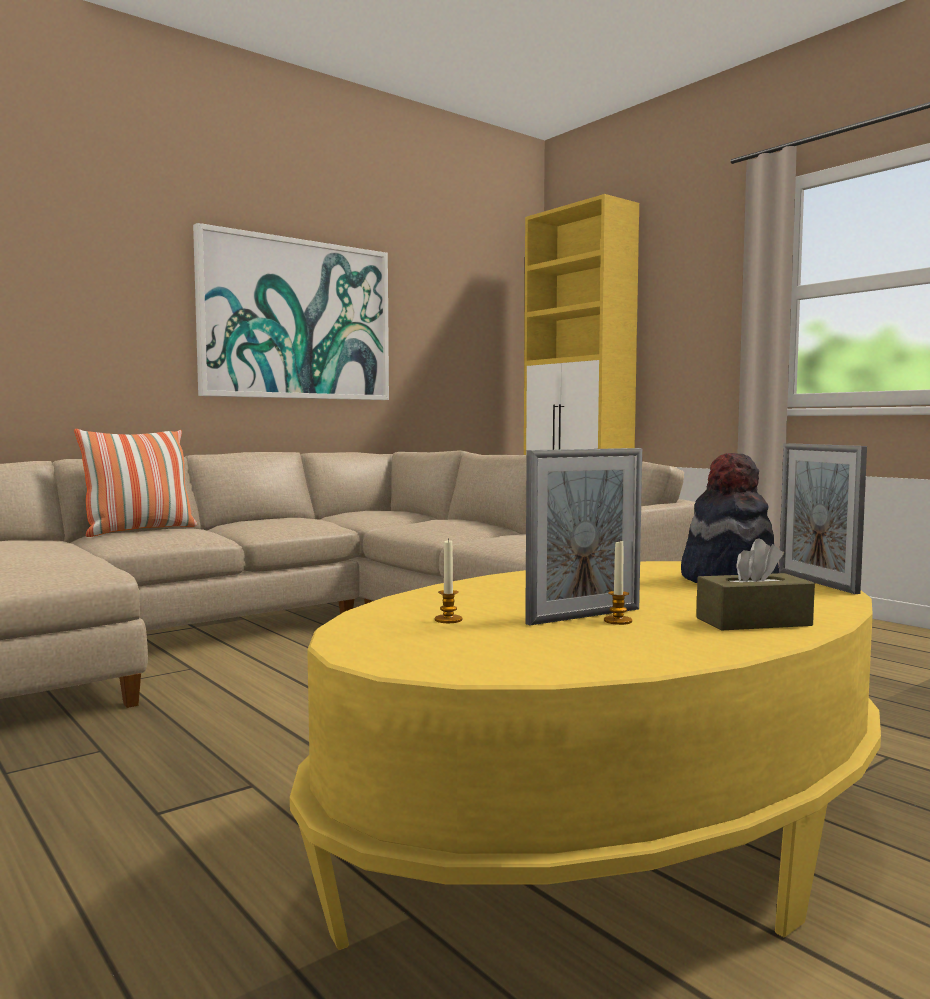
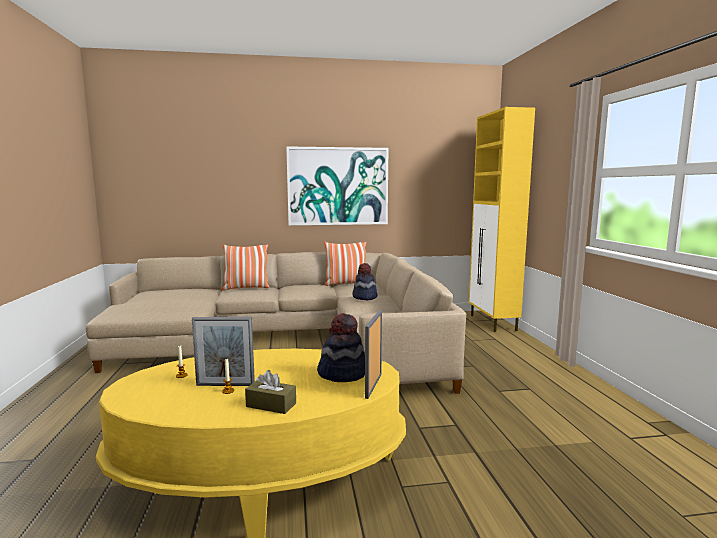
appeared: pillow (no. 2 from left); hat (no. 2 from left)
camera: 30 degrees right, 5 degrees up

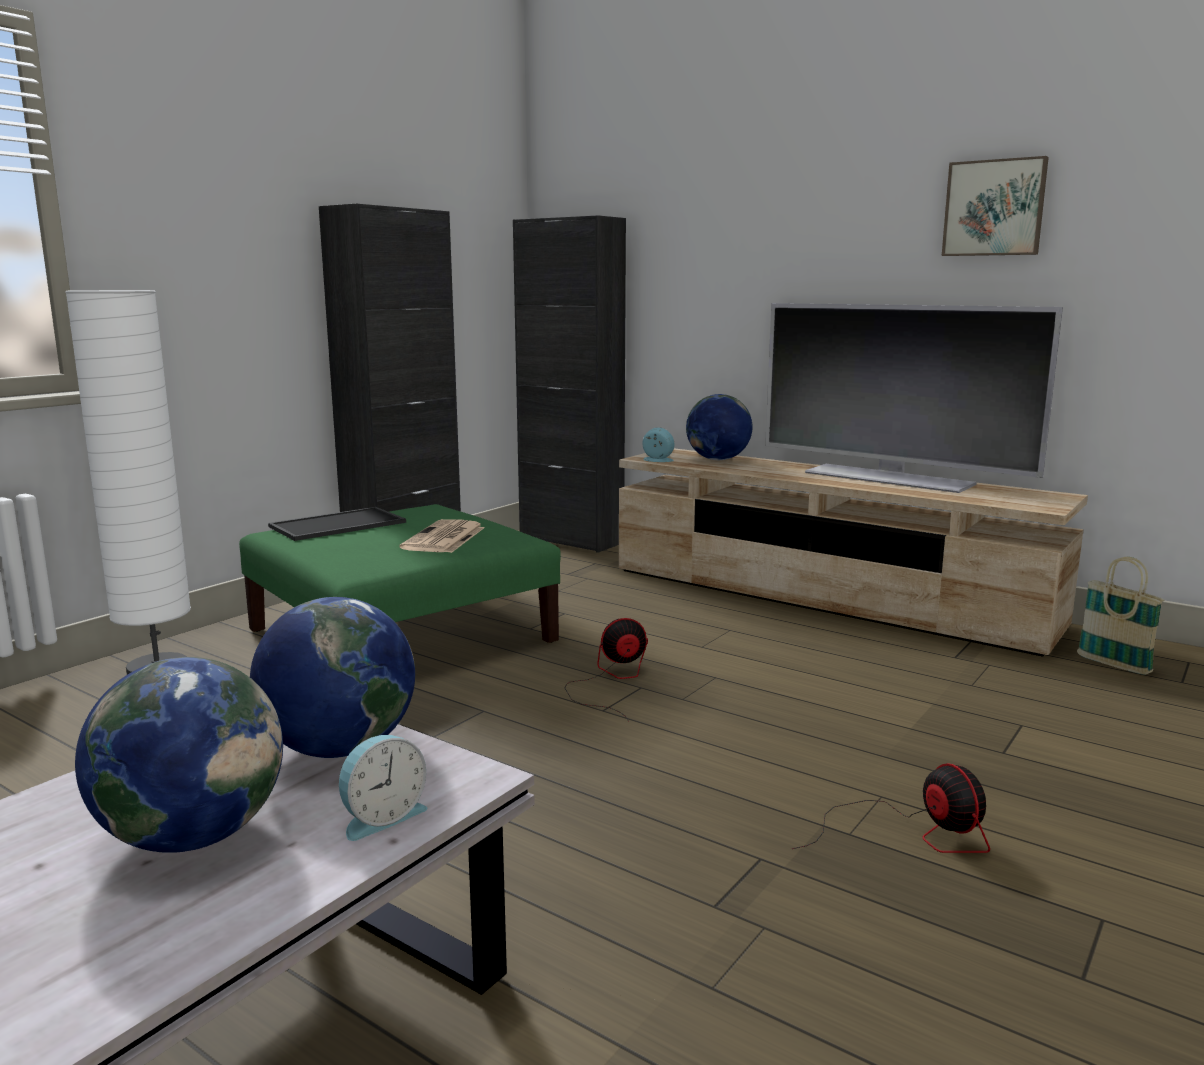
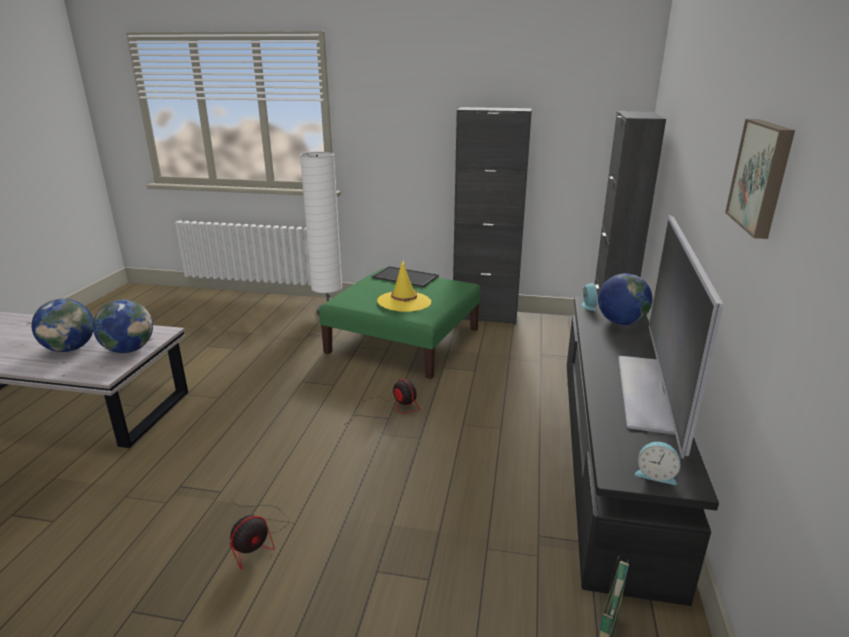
relocated: alarm clock (no. 1 from left in the first image) to alarm clock (no. 2 from left)
exchanged: newspaper to yellow hat
colour: beige tv stand to black tv stand
camera: 65 degrees right, 10 degrees up

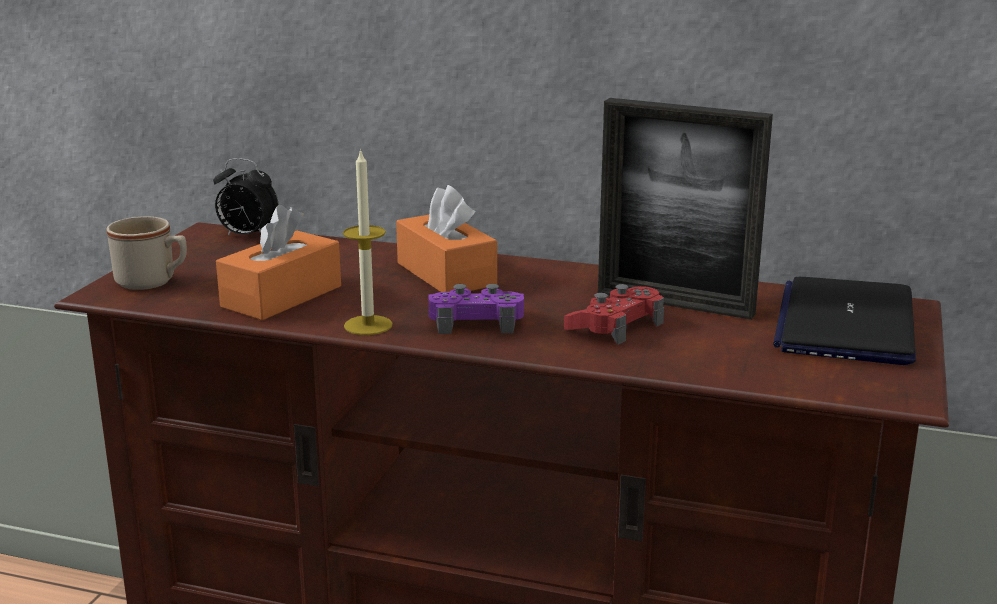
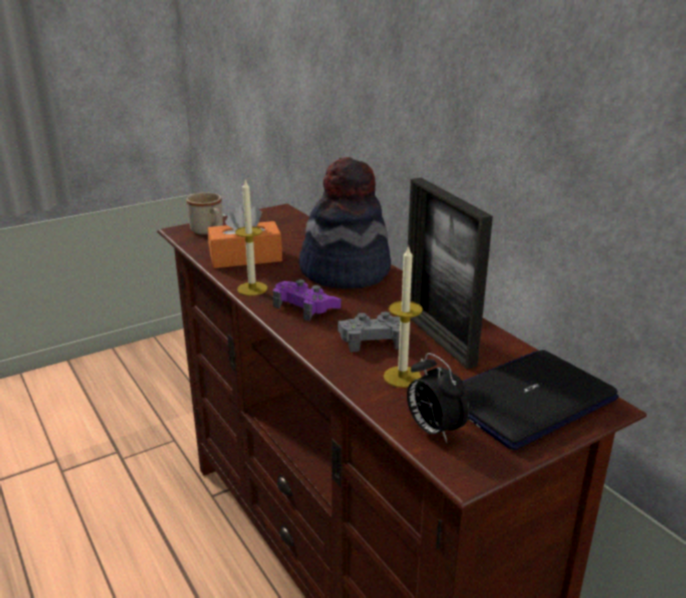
appeared: candle (no. 2 from left)
relocated: alarm clock
exchanged: orange tissue box (no. 2 from left) to hat
colour: red game controller to grey game controller
camera: 40 degrees right, 5 degrees up

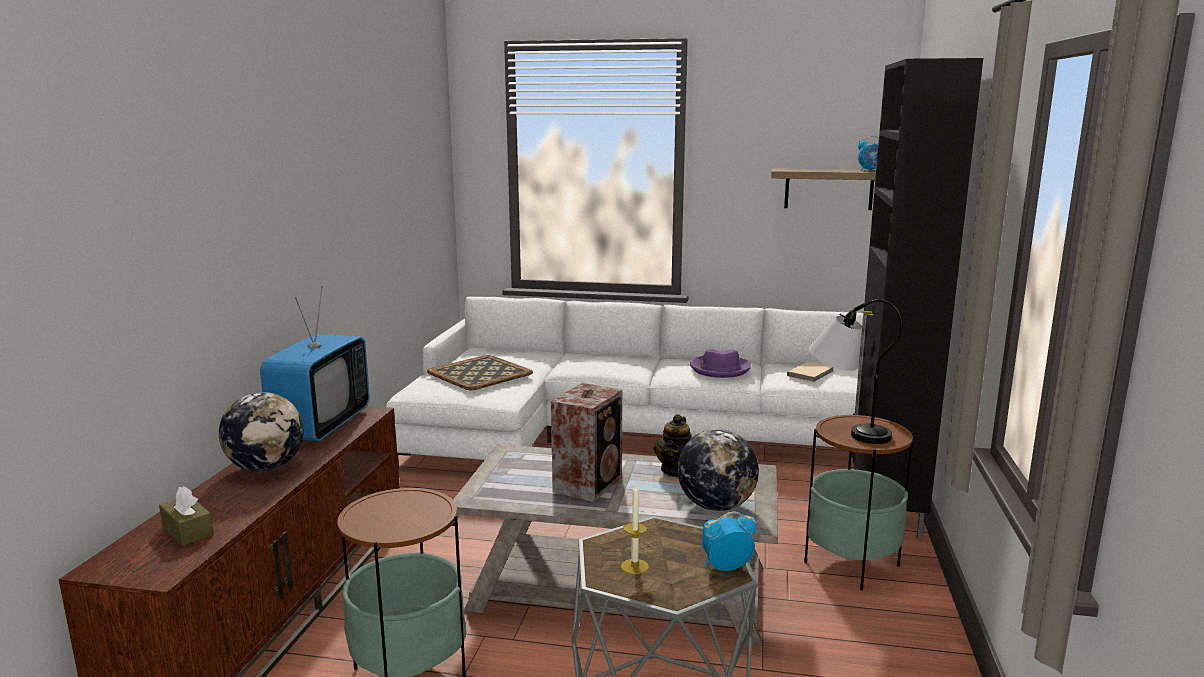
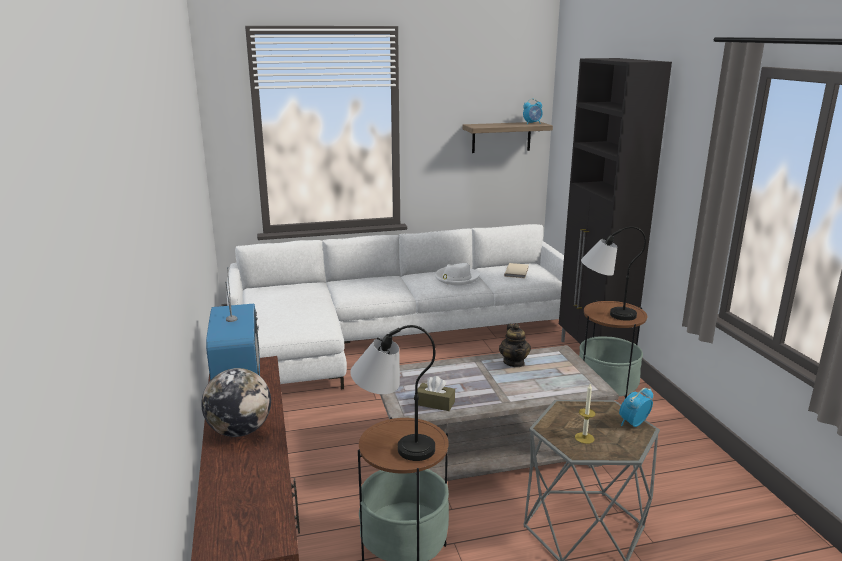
missing: tray; speaker; globe (no. 2 from left)
appeared: table lamp (no. 1 from left)
relocated: brown tissue box
colour: purple hat to white hat
camera: 25 degrees left, 5 degrees up

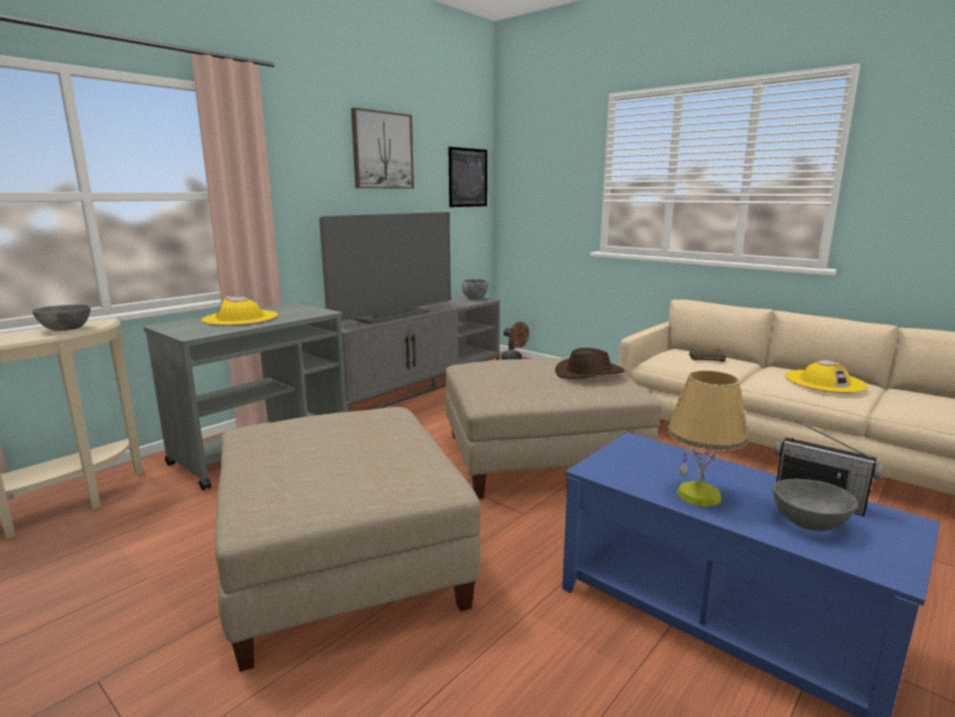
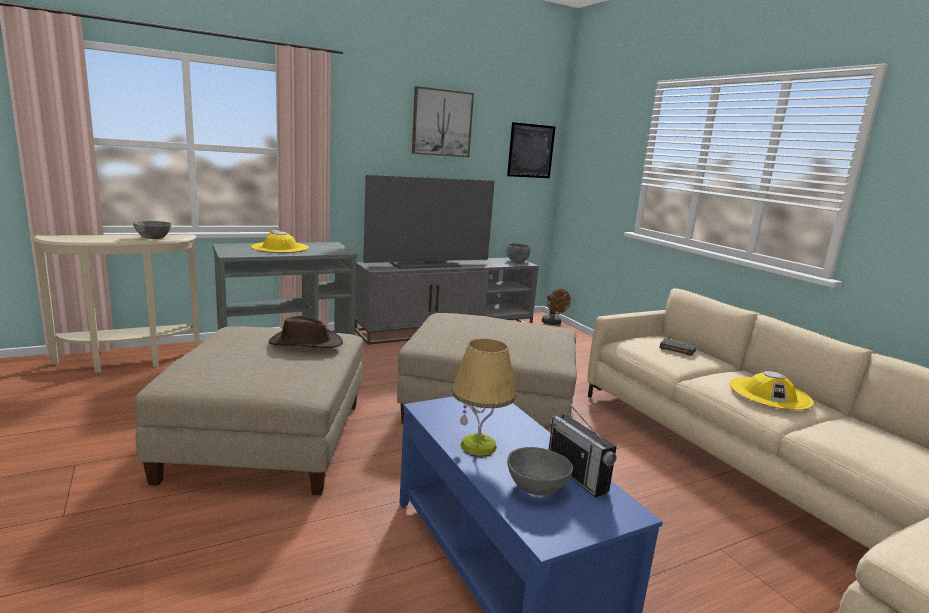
relocated: brown hat
camera: 20 degrees right, 0 degrees up

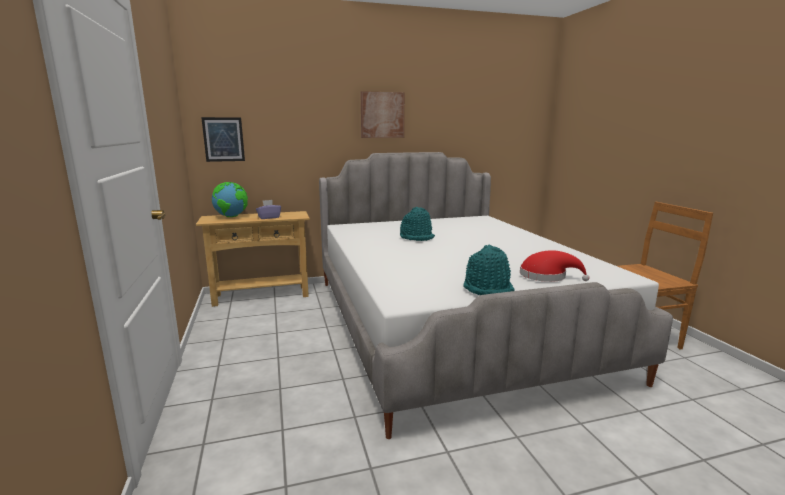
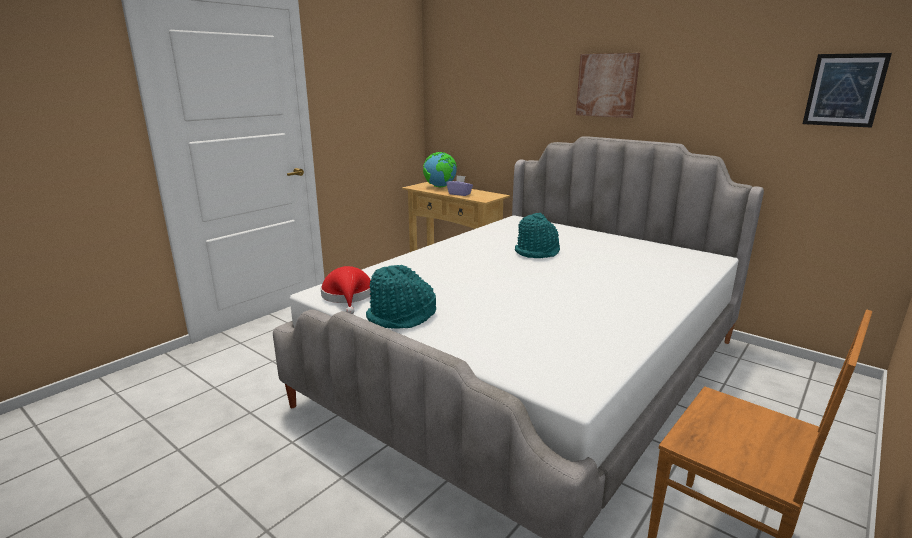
relocated: picture (no. 1 from left in the first image) to picture (no. 2 from left); red hat
camera: 55 degrees right, 5 degrees up

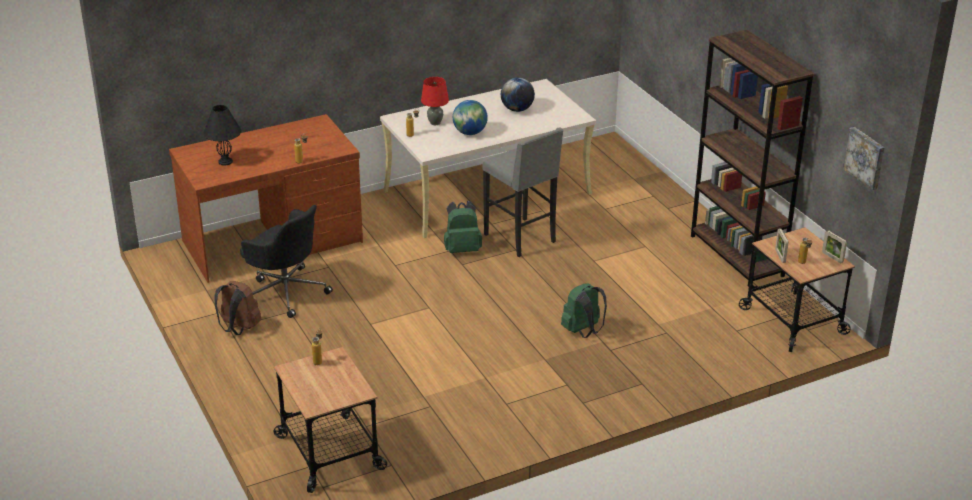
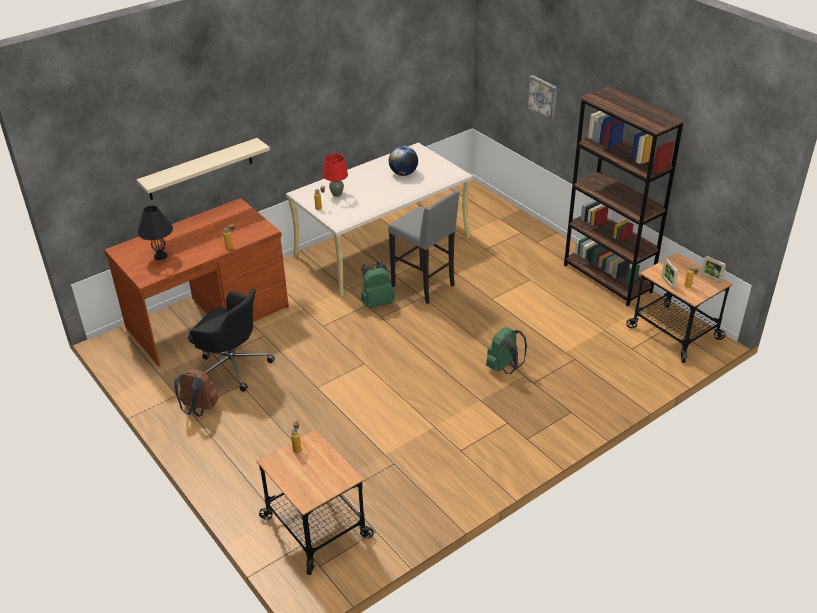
missing: globe (no. 1 from left)
appeared: beige shelf
relocated: picture
camera: 10 degrees left, 5 degrees up

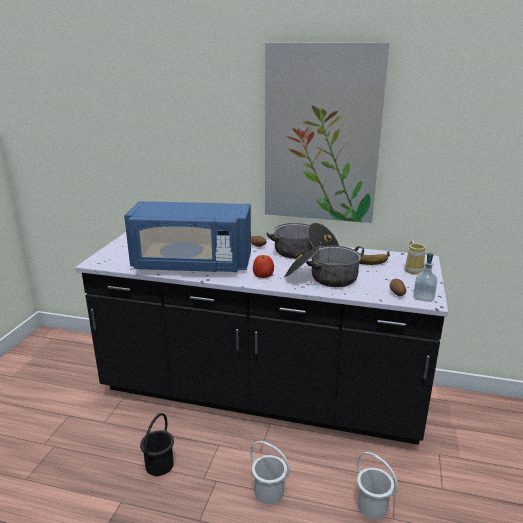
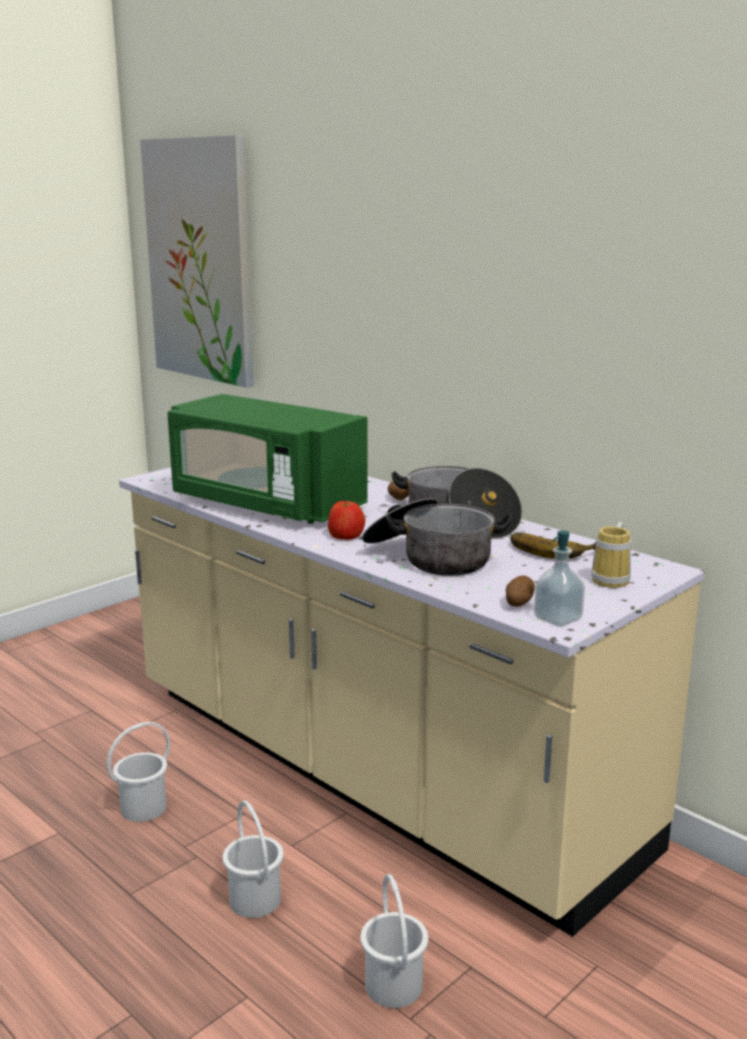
relocated: picture
colour: black counter to beige counter; blue microwave to green microwave; black bucket to white bucket (no. 1 from left)
camera: 30 degrees right, 5 degrees down

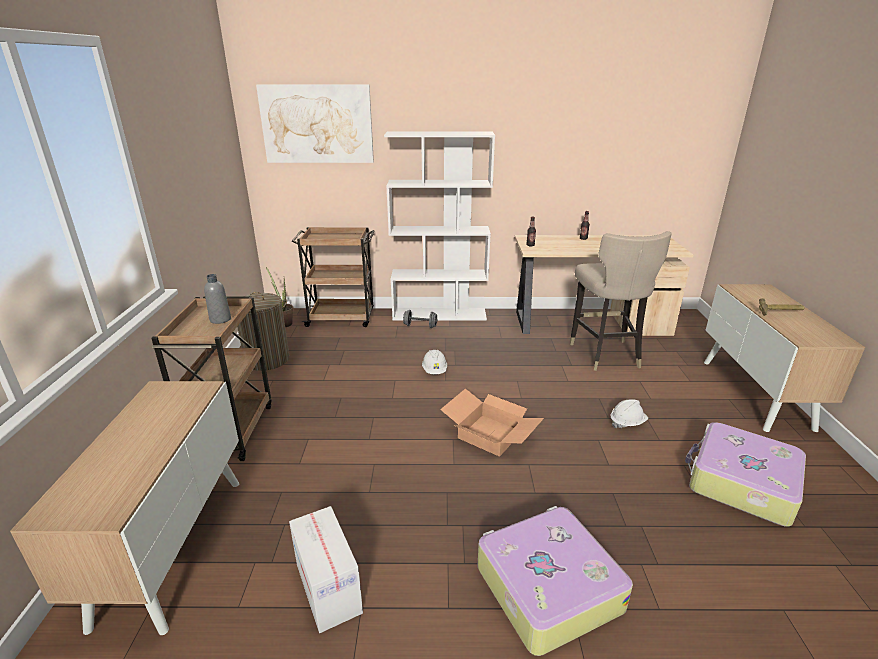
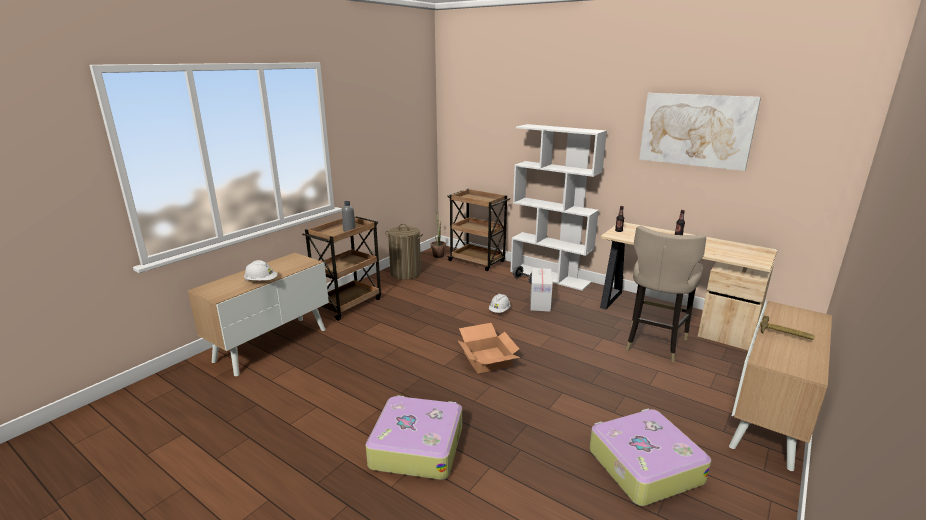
relocated: picture; cardboard box (no. 1 from left in the first image) to cardboard box (no. 2 from left); white hard hat (no. 2 from left in the first image) to white hard hat (no. 1 from left)
camera: 35 degrees right, 5 degrees down

